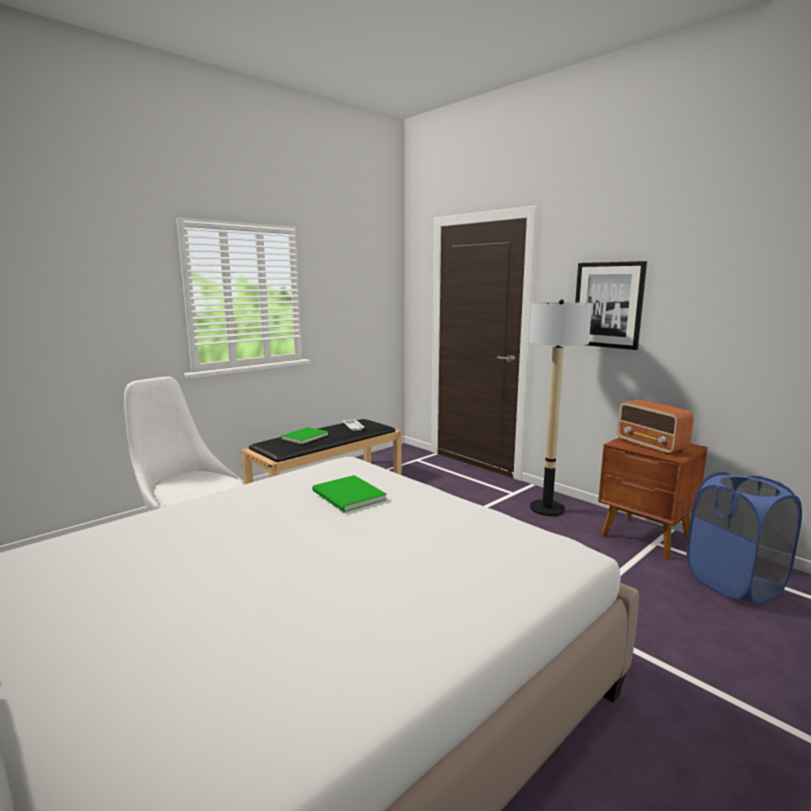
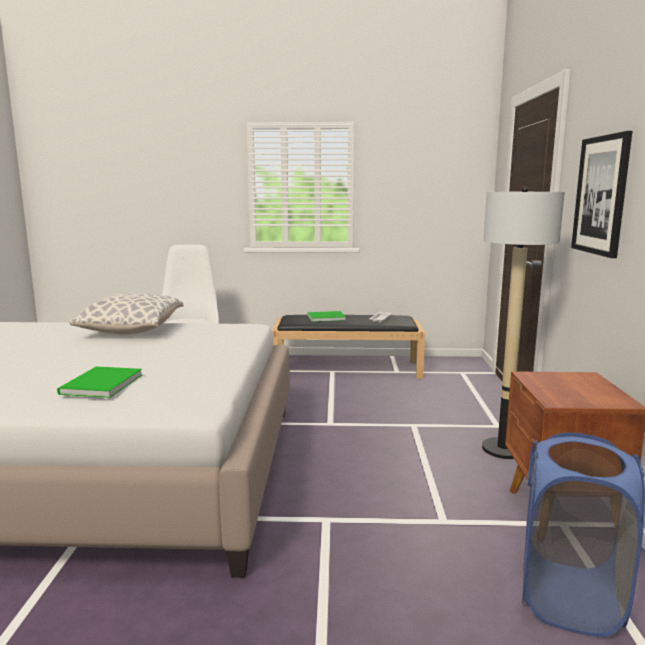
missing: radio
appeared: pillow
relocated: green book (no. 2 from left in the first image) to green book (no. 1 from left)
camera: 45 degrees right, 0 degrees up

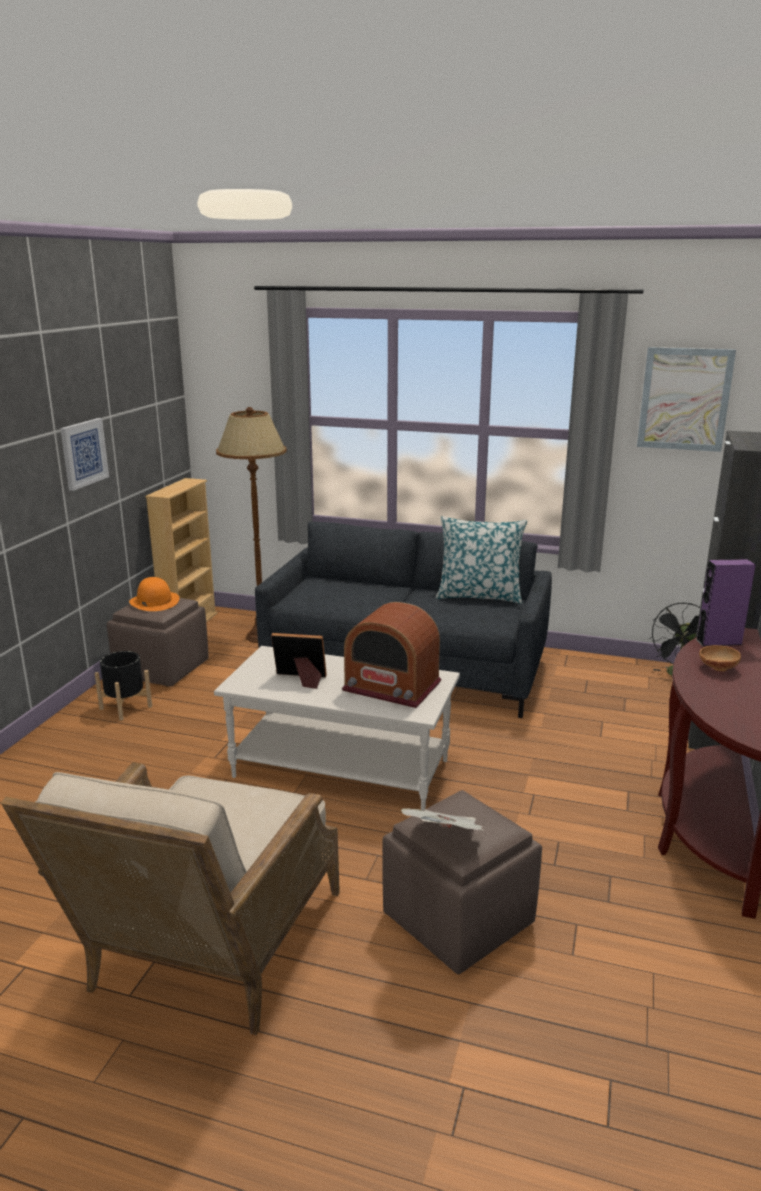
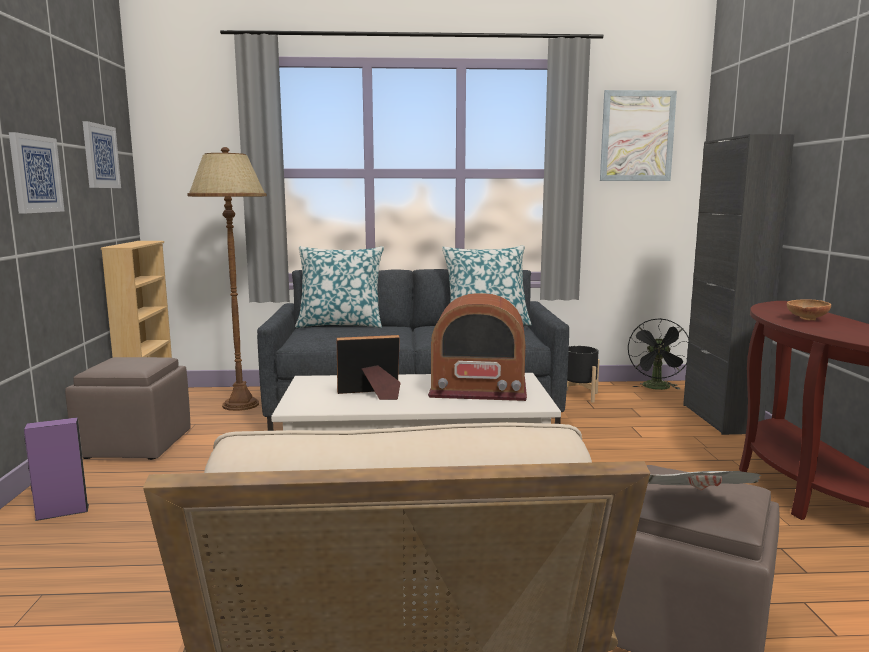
missing: orange hat
appeared: picture (no. 2 from left); pillow (no. 1 from left)
relocated: black planter; purple speaker
camera: 20 degrees left, 10 degrees down

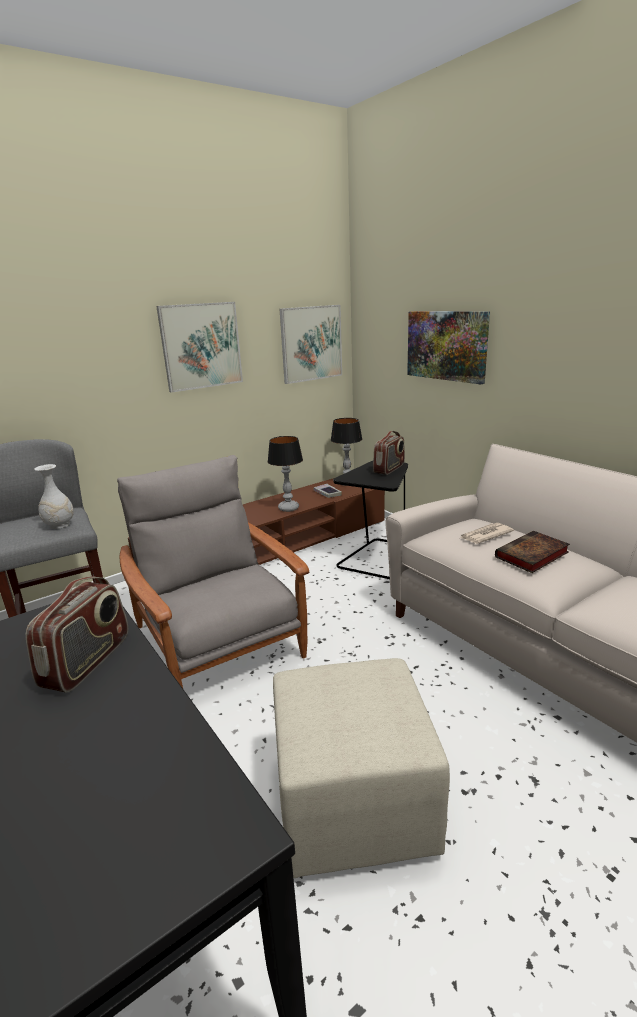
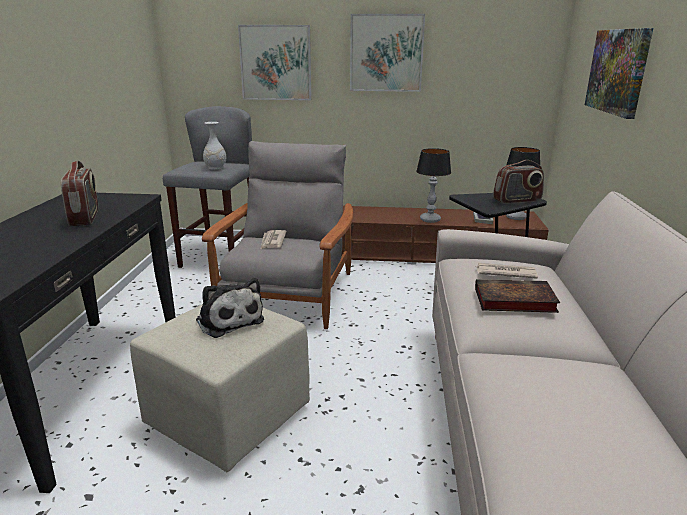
appeared: plush toy; newspaper (no. 1 from left)
relocated: picture (no. 2 from left in the first image) to picture (no. 1 from left)
spun: radio (no. 1 from left) 75 degrees counterclockwise
camera: 40 degrees right, 0 degrees up

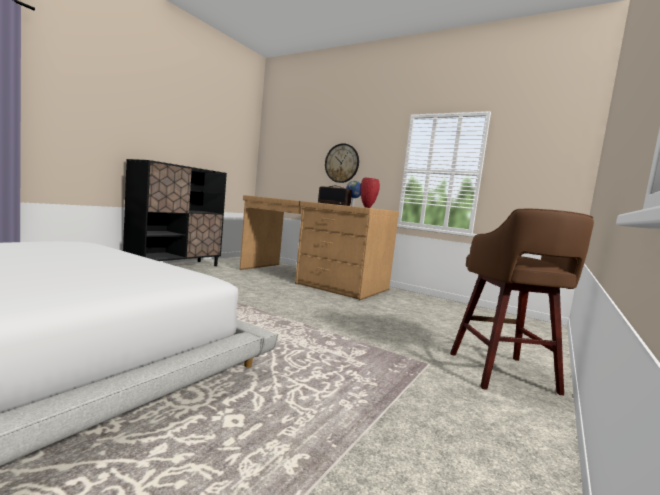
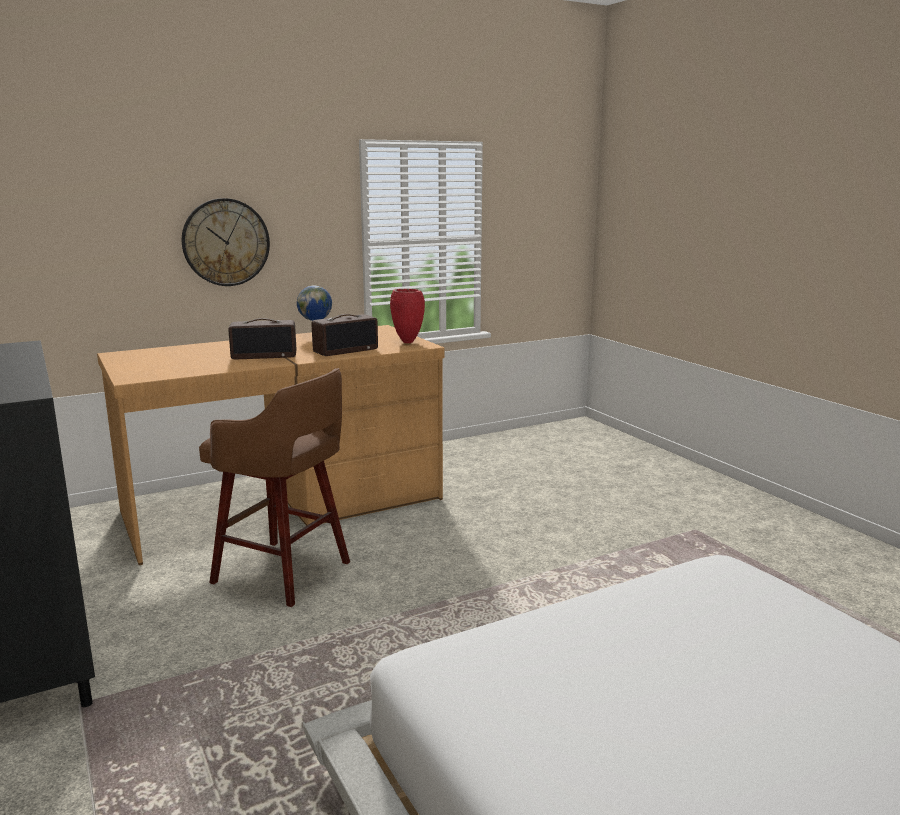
appeared: radio (no. 1 from left)
relocated: brown stool
camera: 60 degrees left, 10 degrees up

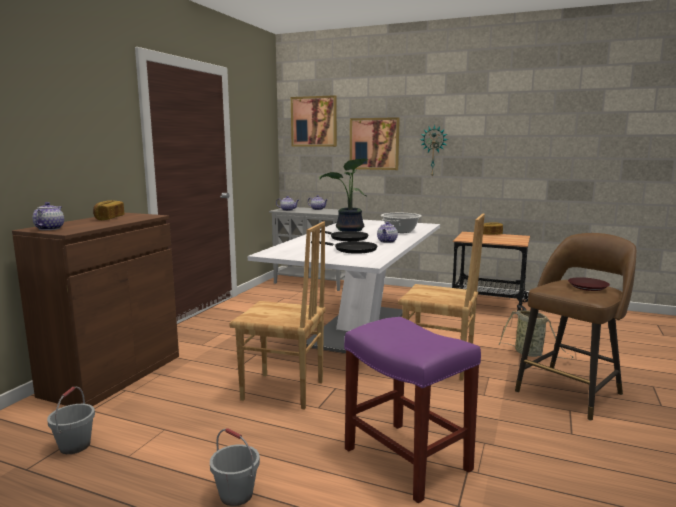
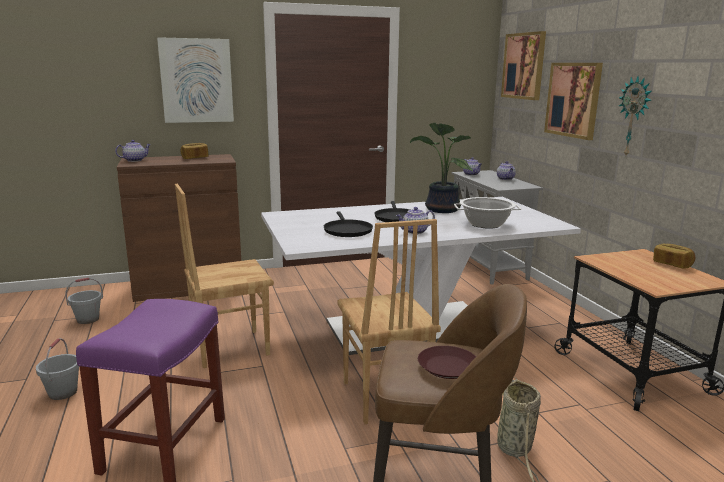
appeared: picture (no. 1 from left)
spun: brown chair (no. 1 from left) 90 degrees clockwise
camera: 50 degrees right, 5 degrees up

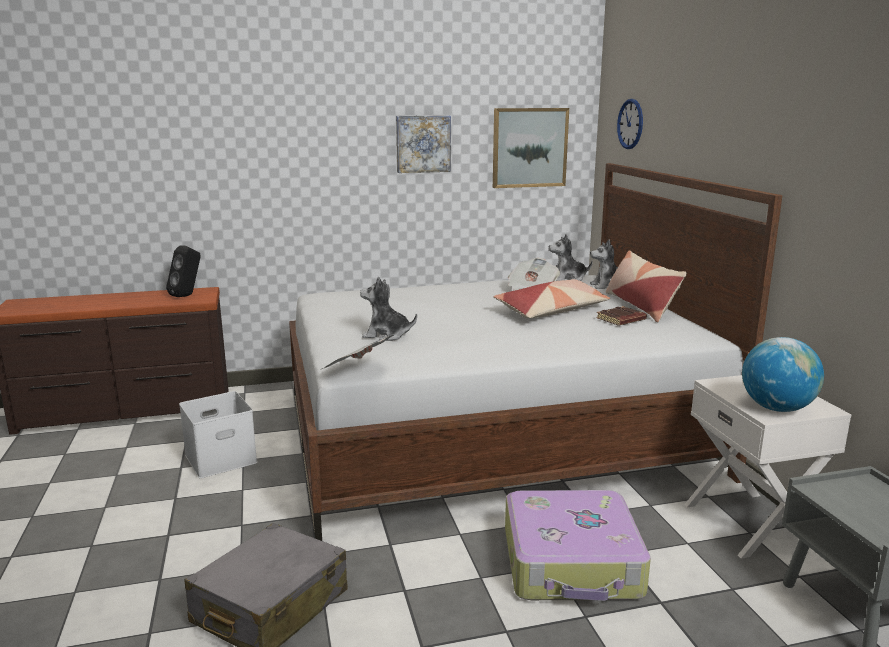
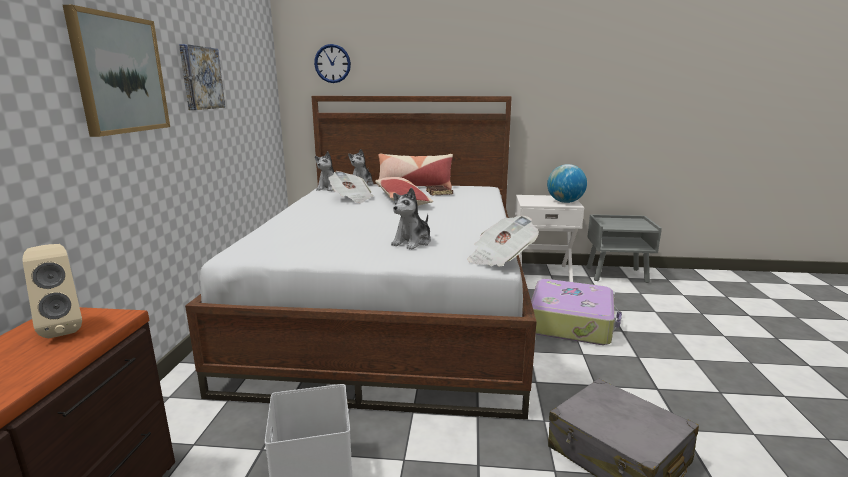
relocated: picture (no. 2 from left in the first image) to picture (no. 1 from left)
colour: black speaker to beige speaker
camera: 70 degrees left, 0 degrees up

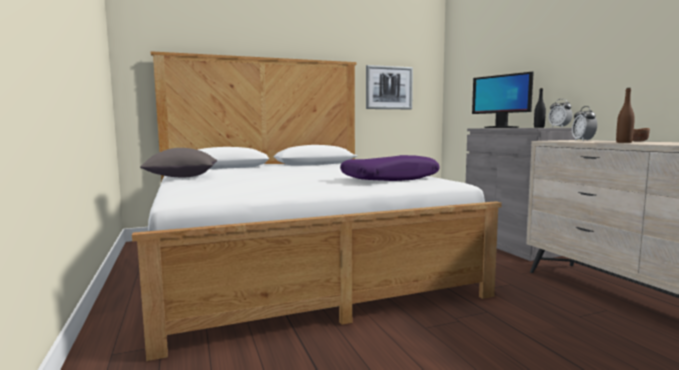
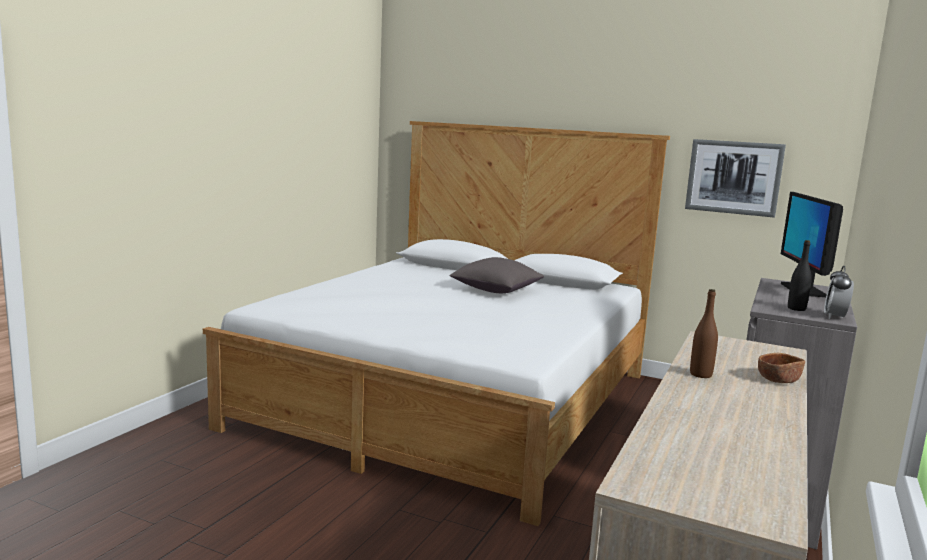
missing: purple pillow; alarm clock (no. 2 from left)
relocated: grey pillow
camera: 45 degrees right, 5 degrees up

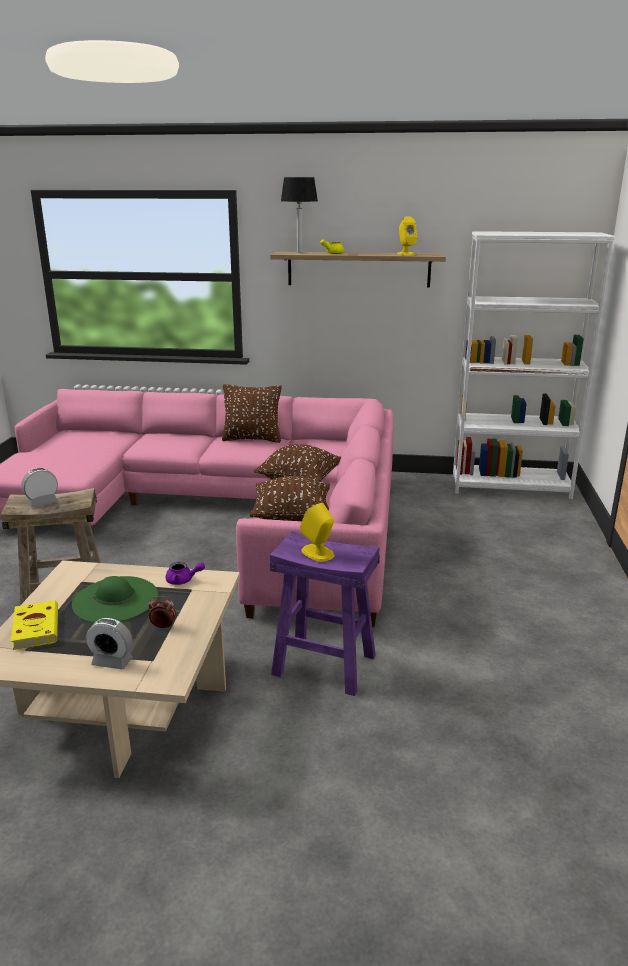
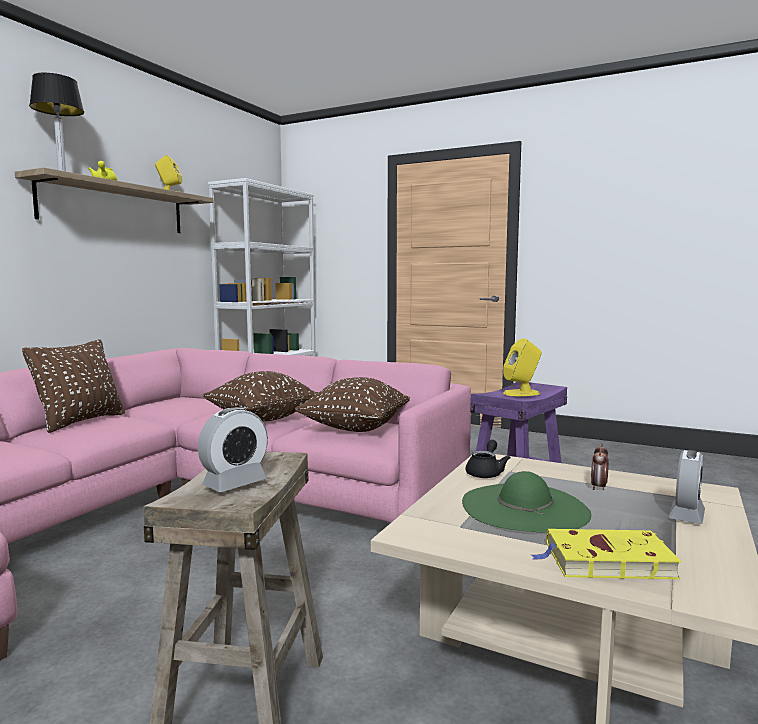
colour: purple teapot to black teapot
spun: alarm clock (no. 1 from left) 120 degrees counterclockwise
camera: 70 degrees left, 15 degrees down

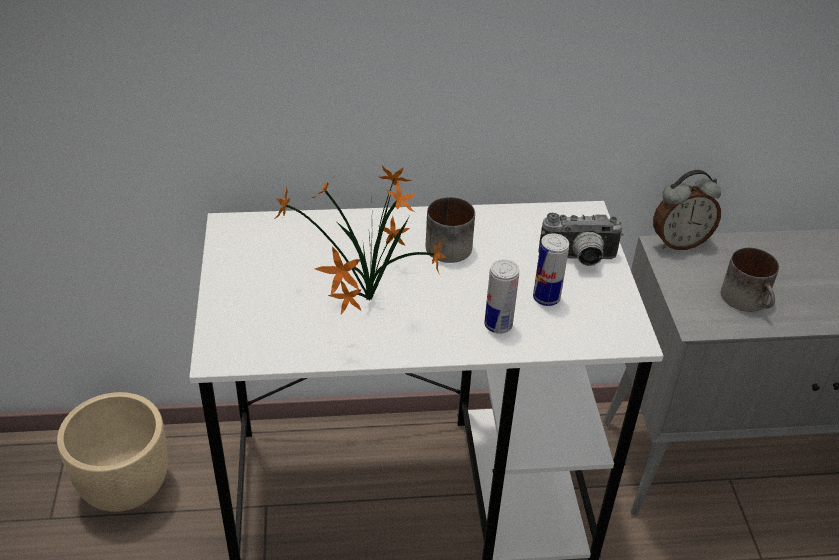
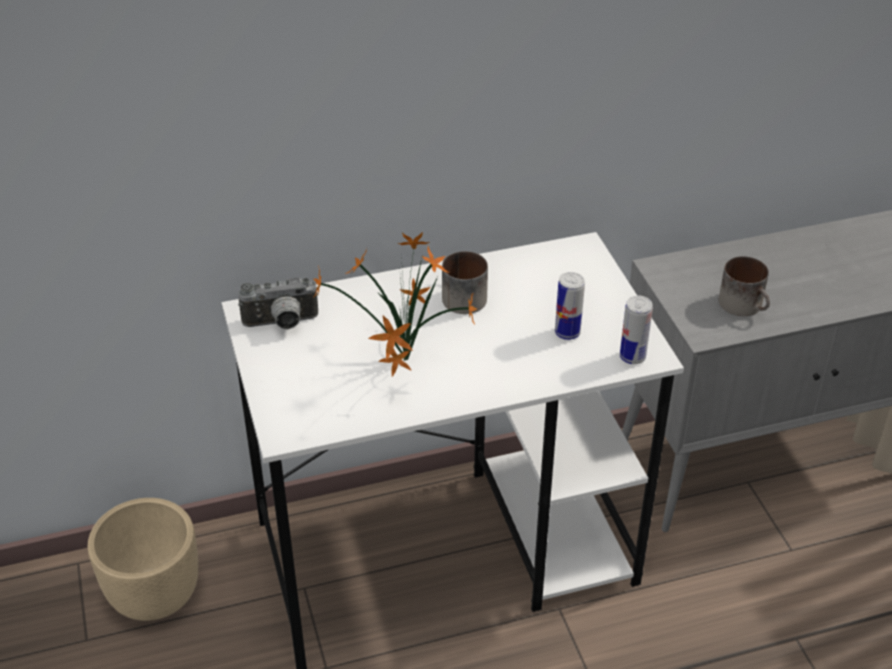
missing: alarm clock
relocated: can (no. 1 from left in the first image) to can (no. 2 from left); photo camera
camera: 10 degrees left, 0 degrees up

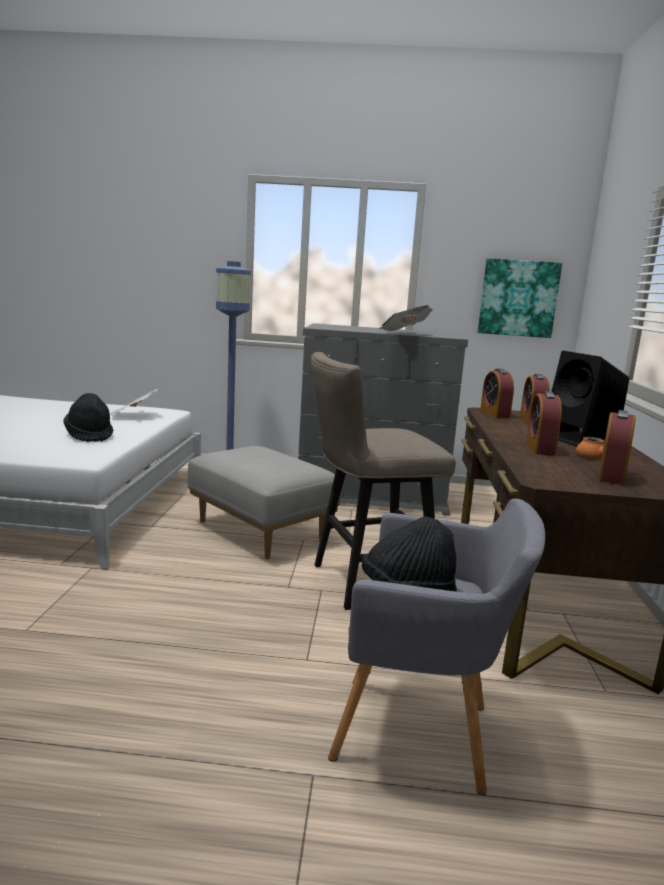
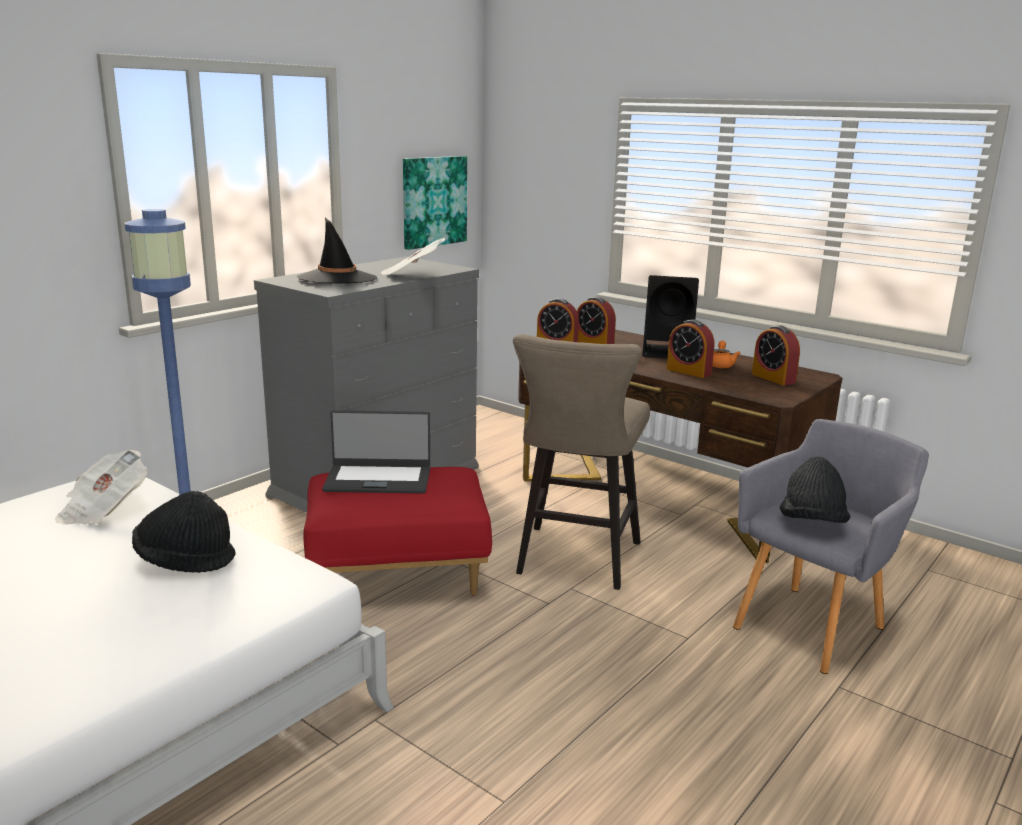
appeared: black hat (no. 2 from left); laptop
colour: grey ottoman to red ottoman
camera: 55 degrees left, 5 degrees up

